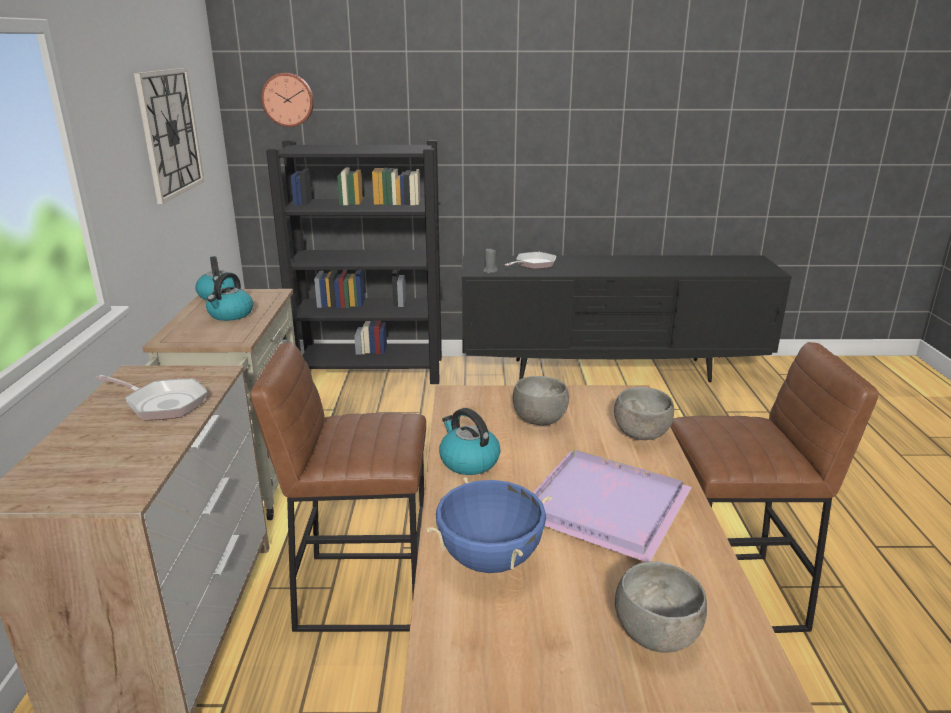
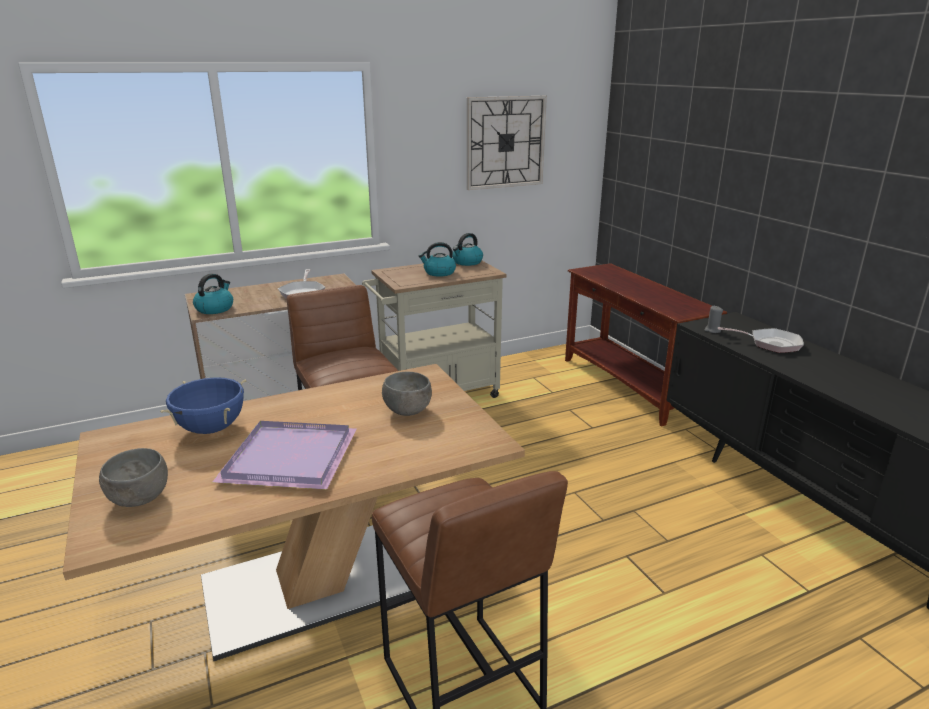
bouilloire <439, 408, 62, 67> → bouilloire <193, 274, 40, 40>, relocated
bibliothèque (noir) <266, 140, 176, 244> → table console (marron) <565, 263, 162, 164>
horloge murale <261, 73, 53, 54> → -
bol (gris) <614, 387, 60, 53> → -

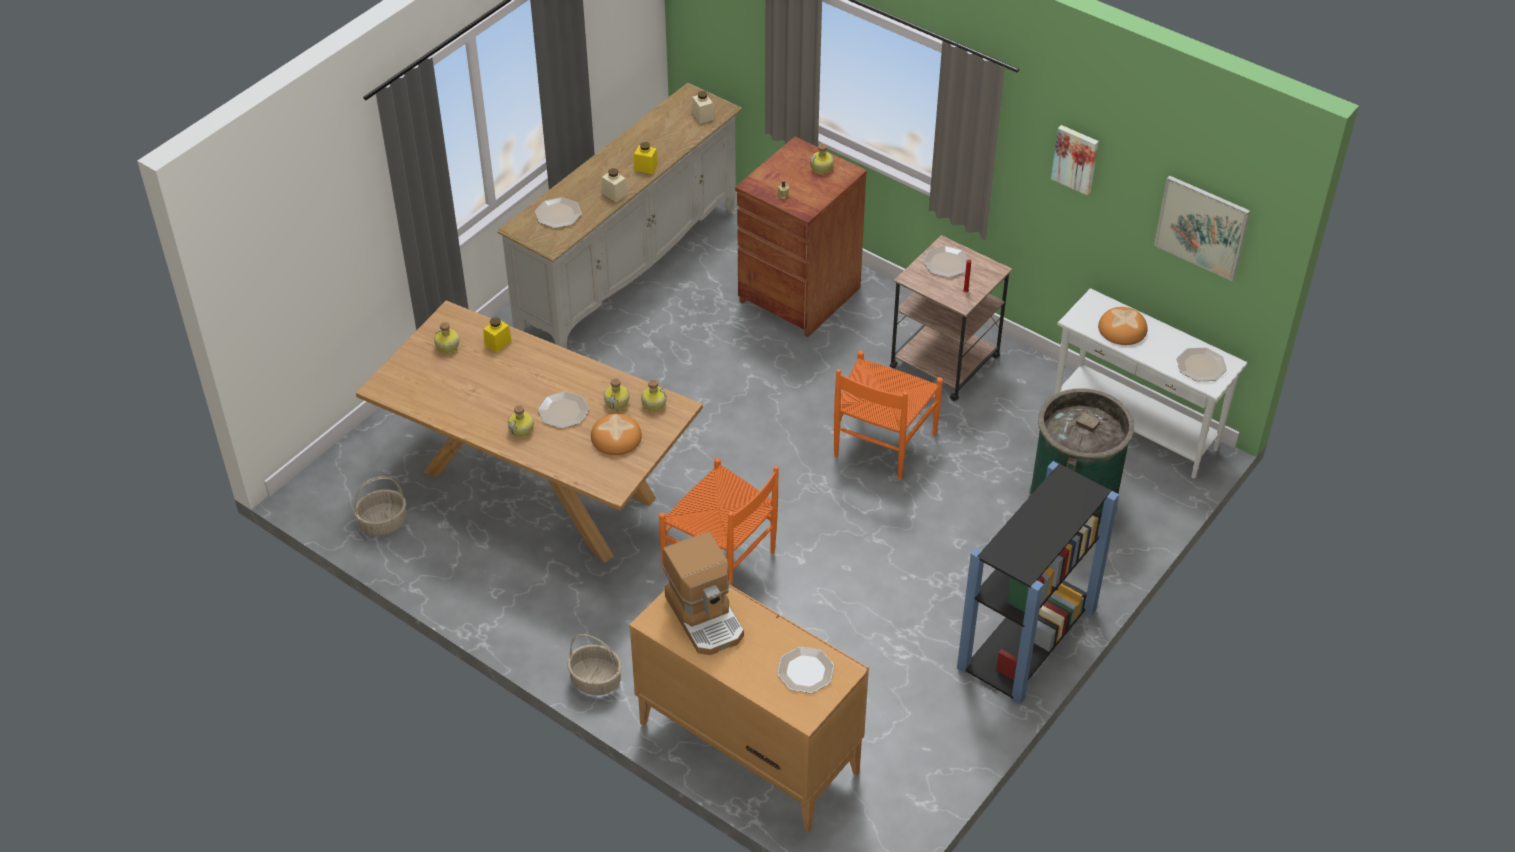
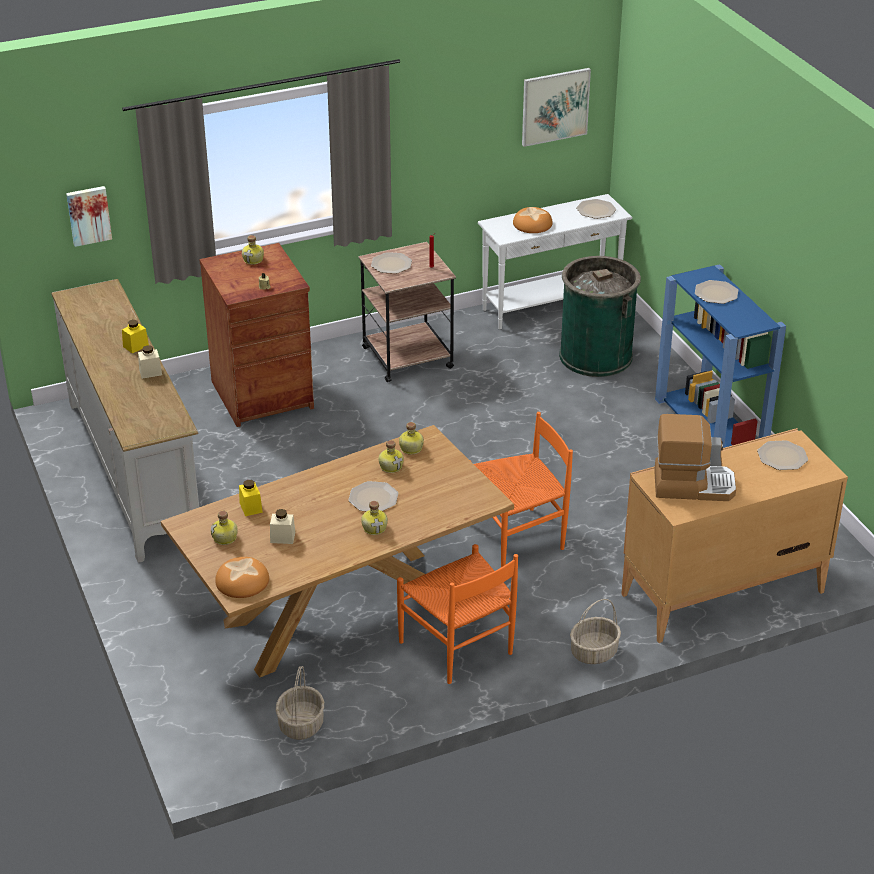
tableau <1051, 125, 48, 70> → tableau <66, 186, 46, 61>, relocated
pain <591, 413, 51, 42> → pain <215, 557, 54, 41>, relocated
bocal (beige) <692, 91, 22, 33> → bocal (beige) <270, 509, 26, 35>, relocated
chaise (orange) <834, 351, 109, 129> → chaise (orange) <397, 544, 121, 140>, relocated
bibliothèque (noir) <957, 461, 162, 244> → bibliothèque (bleu) <655, 264, 131, 184>
assiette <535, 197, 47, 31> → assiette <695, 280, 43, 24>, relocated

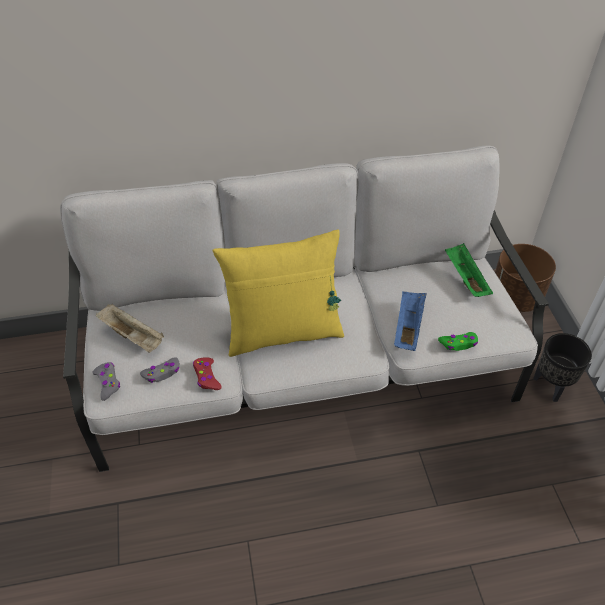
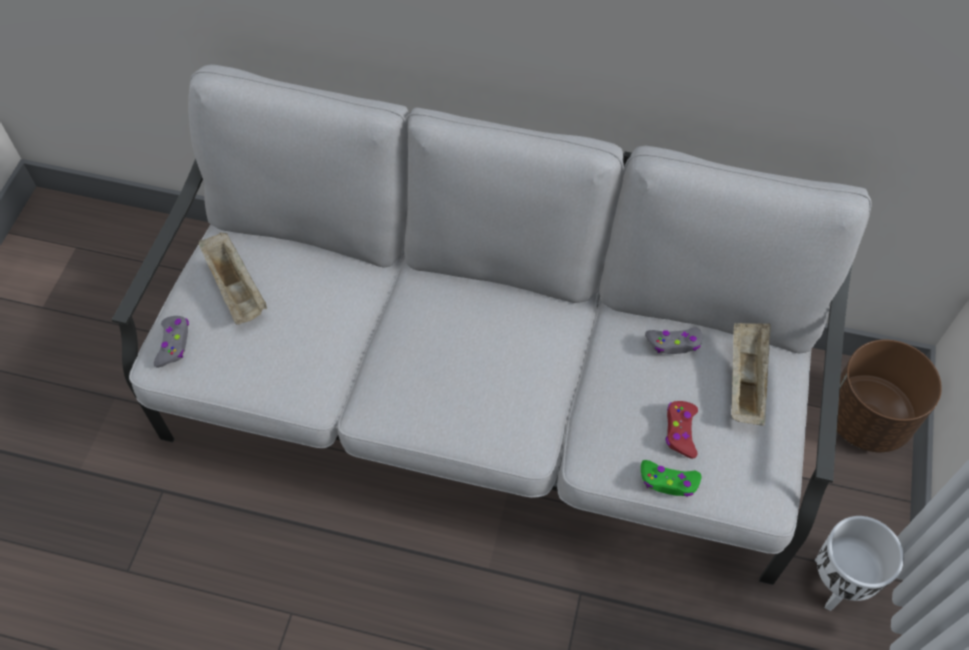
manette (gris) <140, 357, 40, 26> → manette (gris) <645, 327, 57, 27>, relocated
manette (rouge) <193, 357, 29, 33> → manette (rouge) <666, 401, 32, 58>, relocated
plateau (vert) <445, 243, 48, 54> → plateau (beige) <732, 323, 39, 103>
cache-pot (noir) <533, 333, 59, 69> → cache-pot (blanc) <815, 516, 89, 95>
coussin (jaune) <213, 229, 131, 128> → -
plateau (bleu) <394, 291, 32, 60> → -

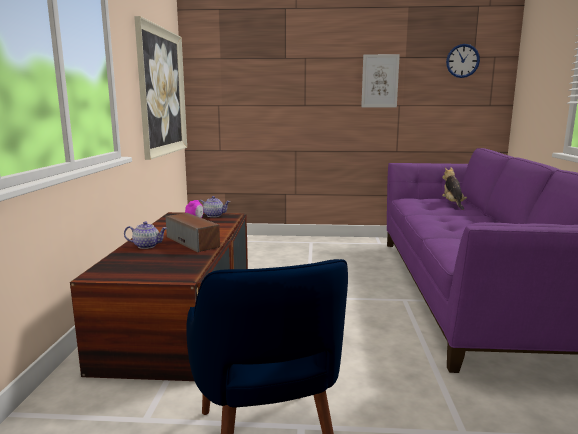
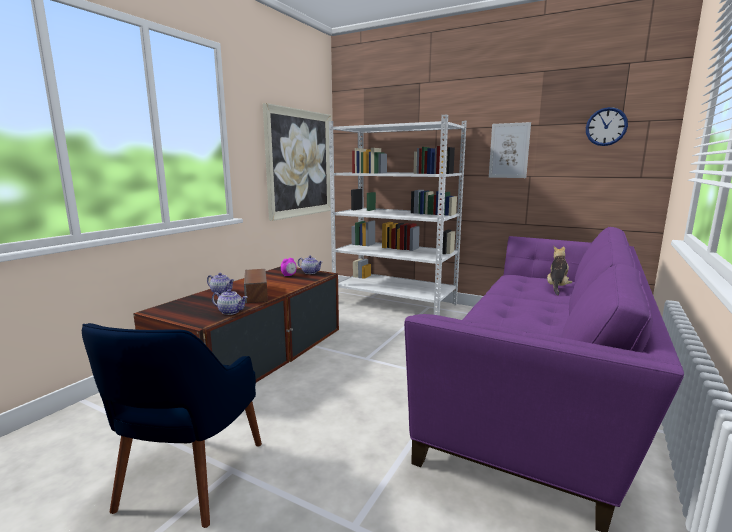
- → théière <212, 289, 35, 26>
- → bibliothèque (blanc) <329, 115, 138, 201>

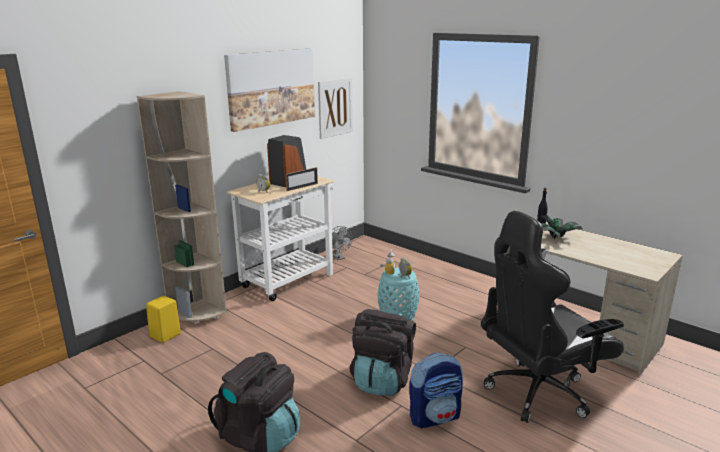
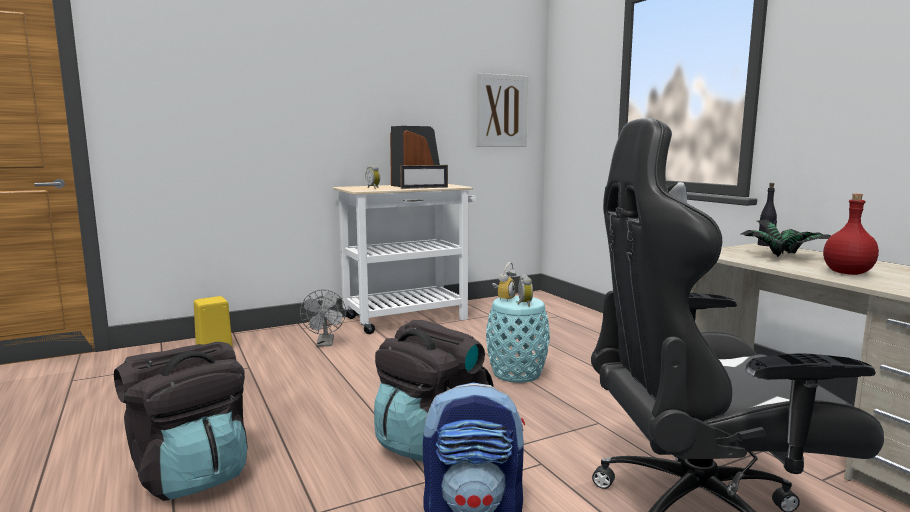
ventilateur (gris) <332, 226, 20, 34> → ventilateur (gris) <300, 289, 46, 58>, relocated
- → bouteille (rouge) <823, 194, 56, 81>
bibliothèque (beige) <137, 91, 90, 233> → -
tableau <224, 49, 91, 83> → -

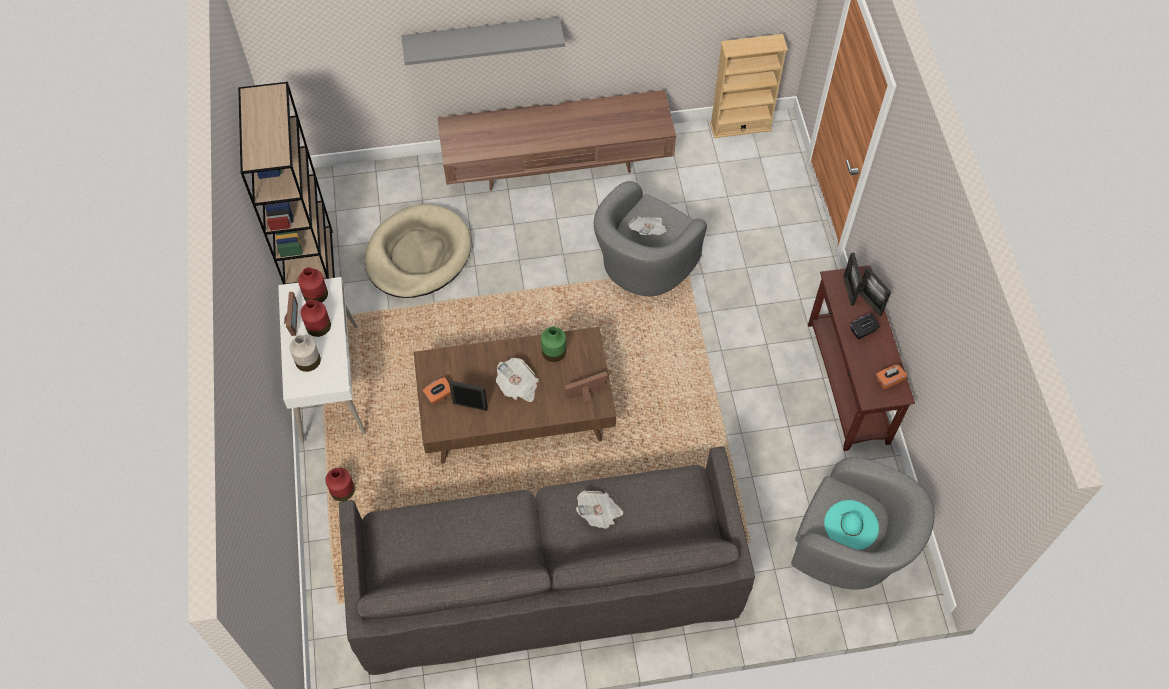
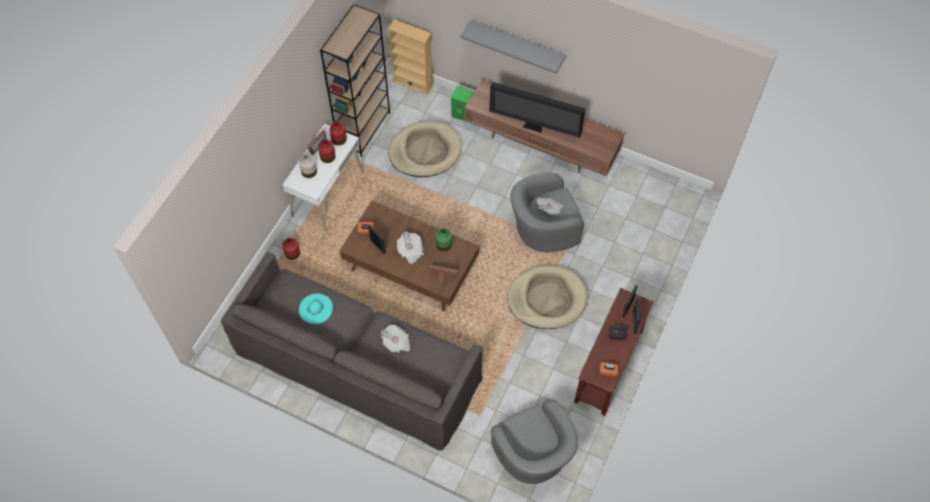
chapeau (turquoise) <824, 500, 55, 50> → chapeau (turquoise) <299, 293, 34, 31>, relocated
bibliothèque (beige) <710, 34, 78, 104> → bibliothèque (beige) <388, 19, 45, 76>, relocated
- → enceinte (vert) <451, 86, 22, 36>
- → téléviseur <490, 82, 96, 56>
- → panier pour chien (beige) <507, 265, 81, 64>

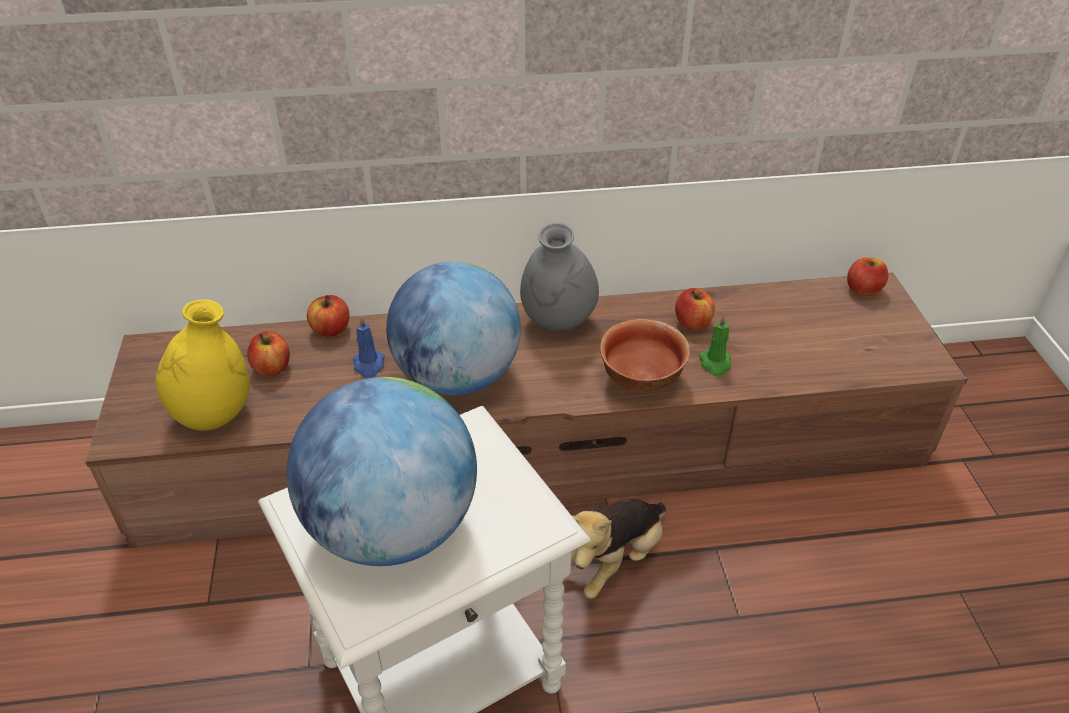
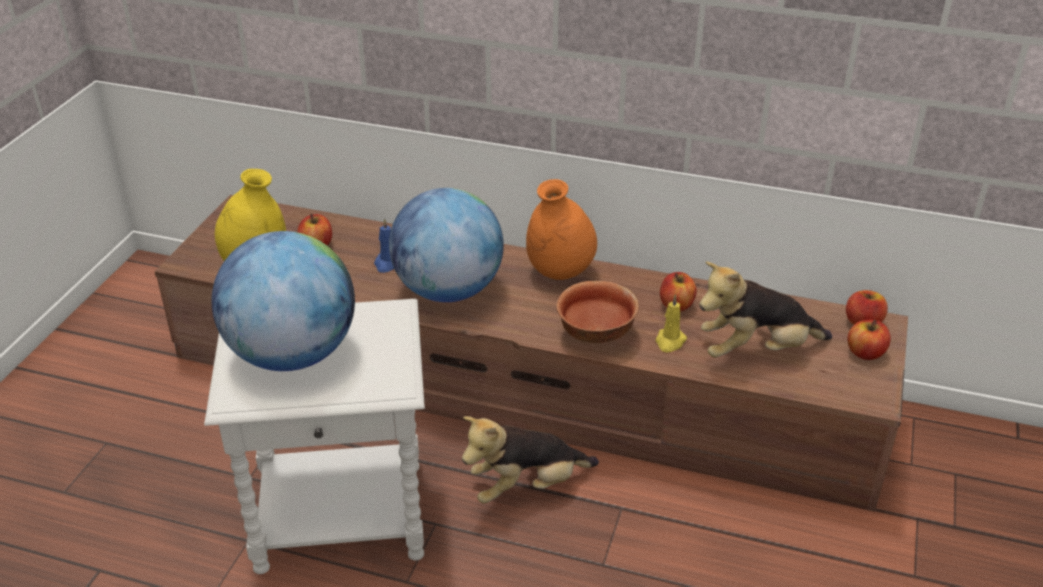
vase (gris) <520, 223, 79, 108> → vase (orange) <526, 179, 71, 101>
bougie (vert) <699, 315, 32, 62> → bougie (jaune) <656, 294, 31, 59>
- → peluche <699, 262, 133, 95>
pomme <307, 295, 43, 42> → pomme <847, 319, 44, 41>, relocated

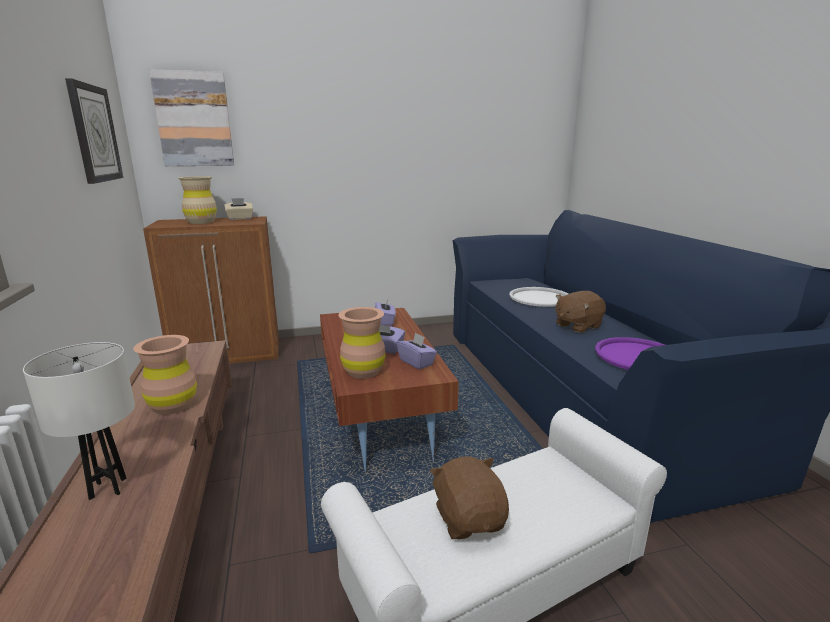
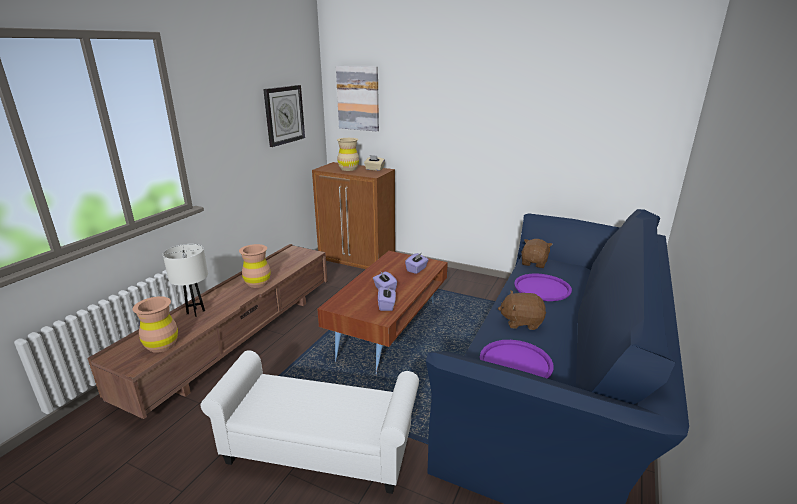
vase (marron) <339, 307, 47, 72> → vase (marron) <132, 296, 46, 57>, relocated
plateau (blanc) <509, 287, 59, 20> → plateau (violet) <514, 273, 58, 28>
peluche (marron) <430, 456, 79, 83> → peluche (marron) <521, 239, 32, 29>, relocated

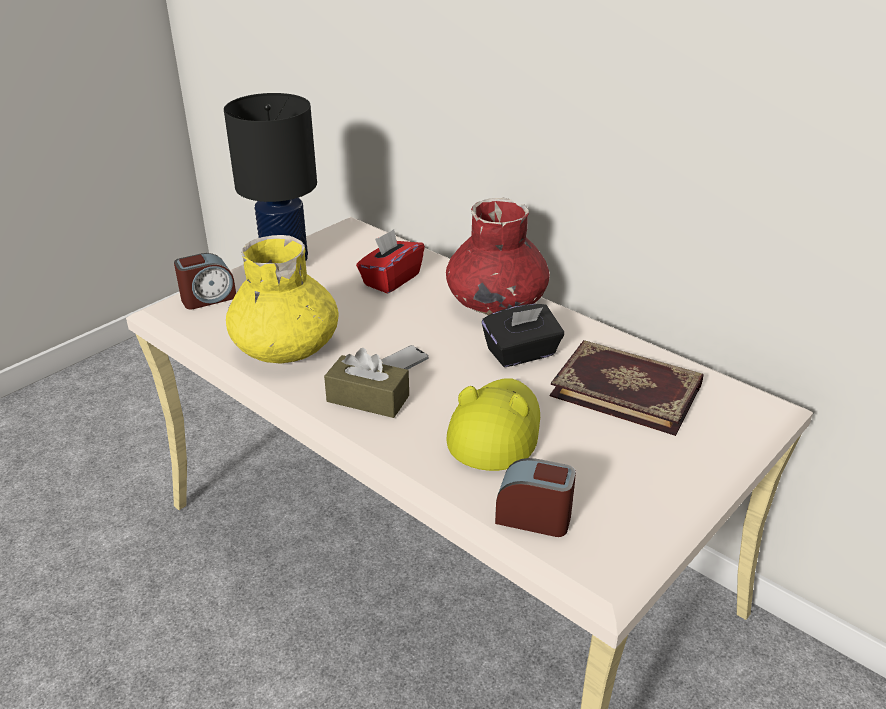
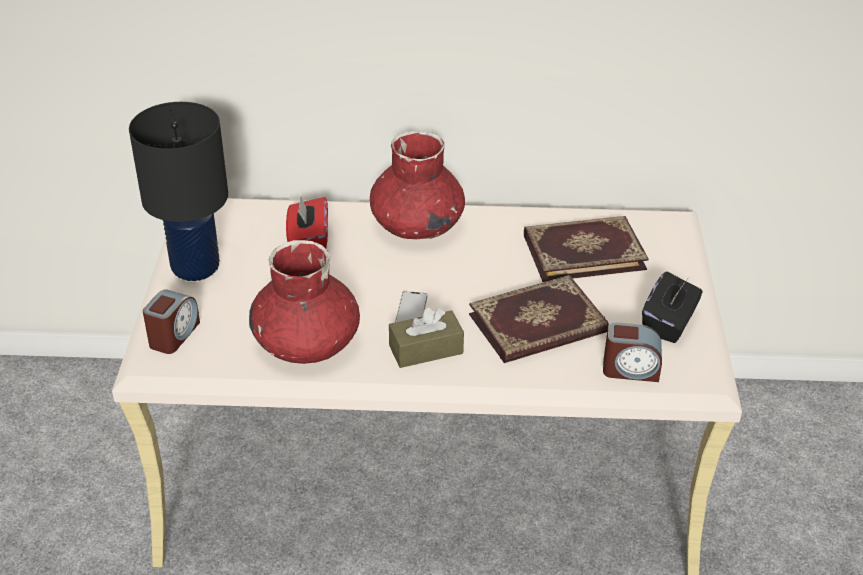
vase (jaune) <226, 235, 113, 129> → vase (rouge) <249, 240, 111, 124>
chapeau (jaune) <446, 378, 94, 93> → livre <469, 275, 140, 88>
réveil <495, 458, 81, 79> → réveil <603, 322, 59, 60>, 150 degrees counterclockwise
boîte à mouchoirs (noir) <482, 304, 82, 63> → boîte à mouchoirs (noir) <642, 272, 60, 71>, relocated

